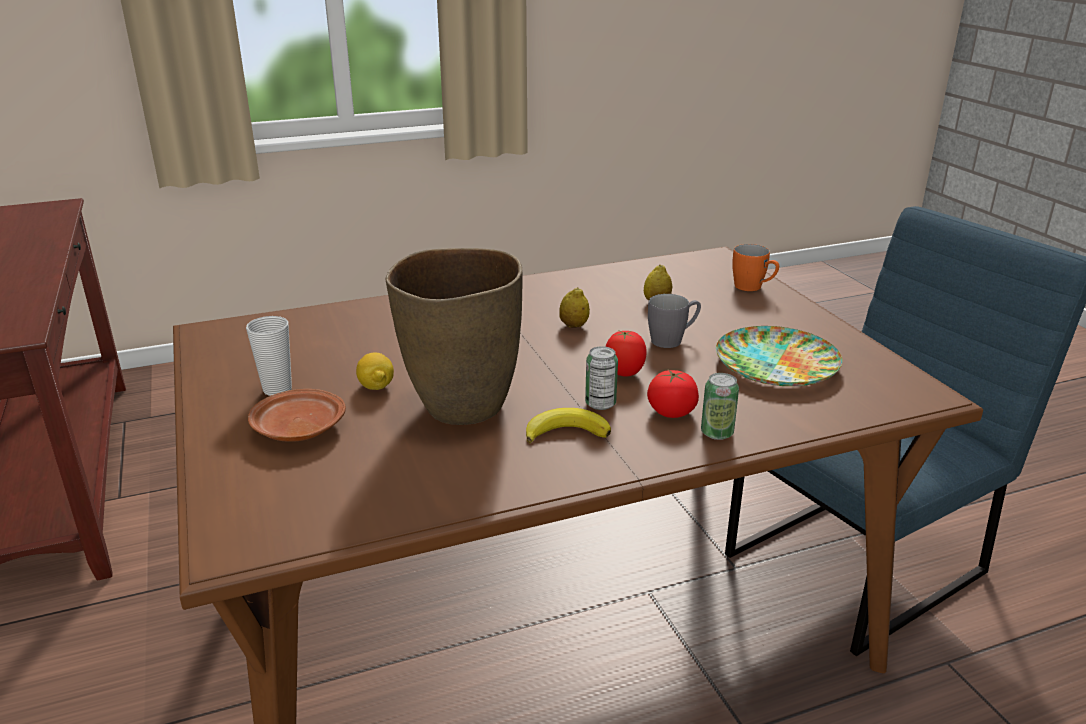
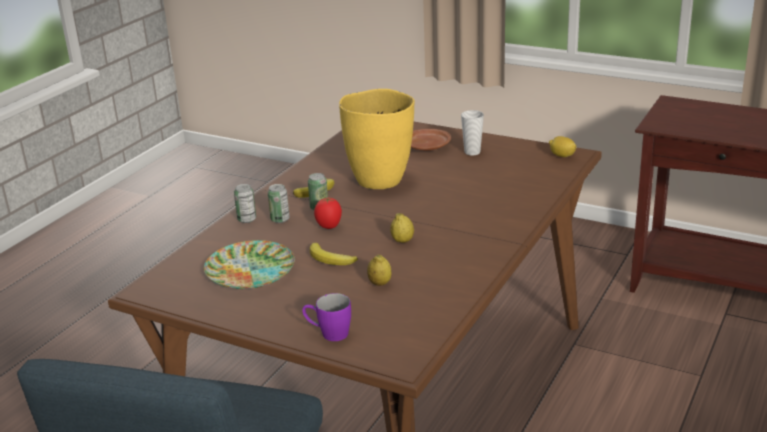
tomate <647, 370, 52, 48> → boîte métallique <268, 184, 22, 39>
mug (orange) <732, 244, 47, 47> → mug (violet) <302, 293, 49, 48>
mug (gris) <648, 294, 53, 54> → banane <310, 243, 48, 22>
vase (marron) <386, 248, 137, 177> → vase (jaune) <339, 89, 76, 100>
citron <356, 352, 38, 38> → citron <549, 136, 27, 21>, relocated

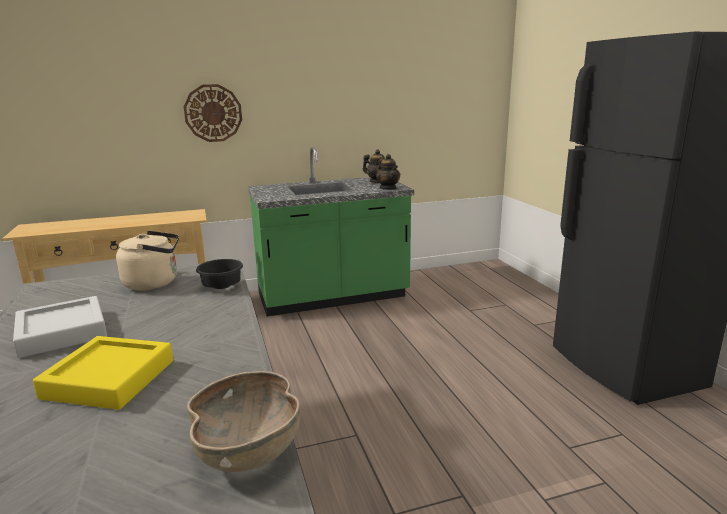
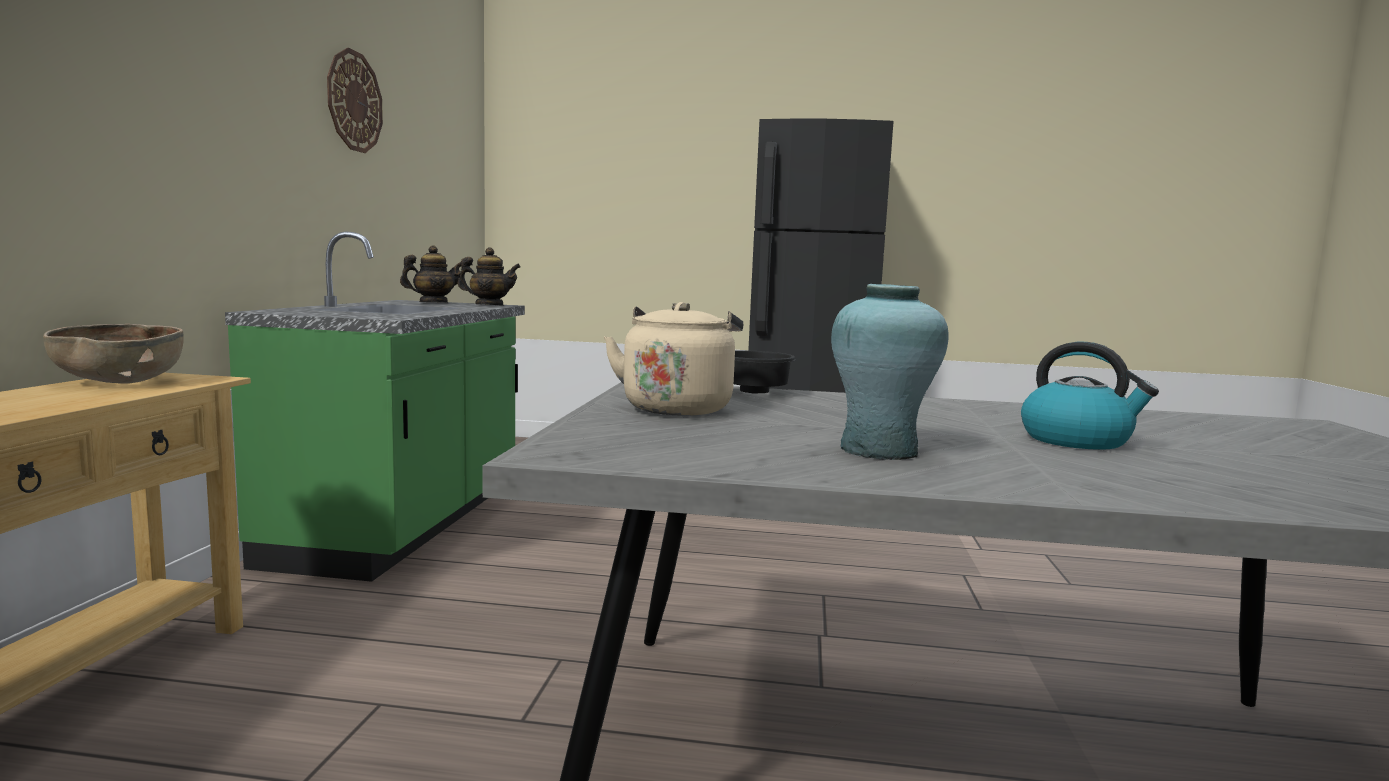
bol (marron) <187, 371, 113, 101> → bol (marron) <43, 324, 141, 60>, relocated
horloge murale <184, 84, 58, 58> → horloge murale <327, 48, 56, 105>, relocated
plateau (gris) <13, 296, 94, 62> → vase (turquoise) <831, 284, 118, 176>
plateau (jaune) <33, 336, 140, 74> → bouilloire <1021, 342, 138, 108>

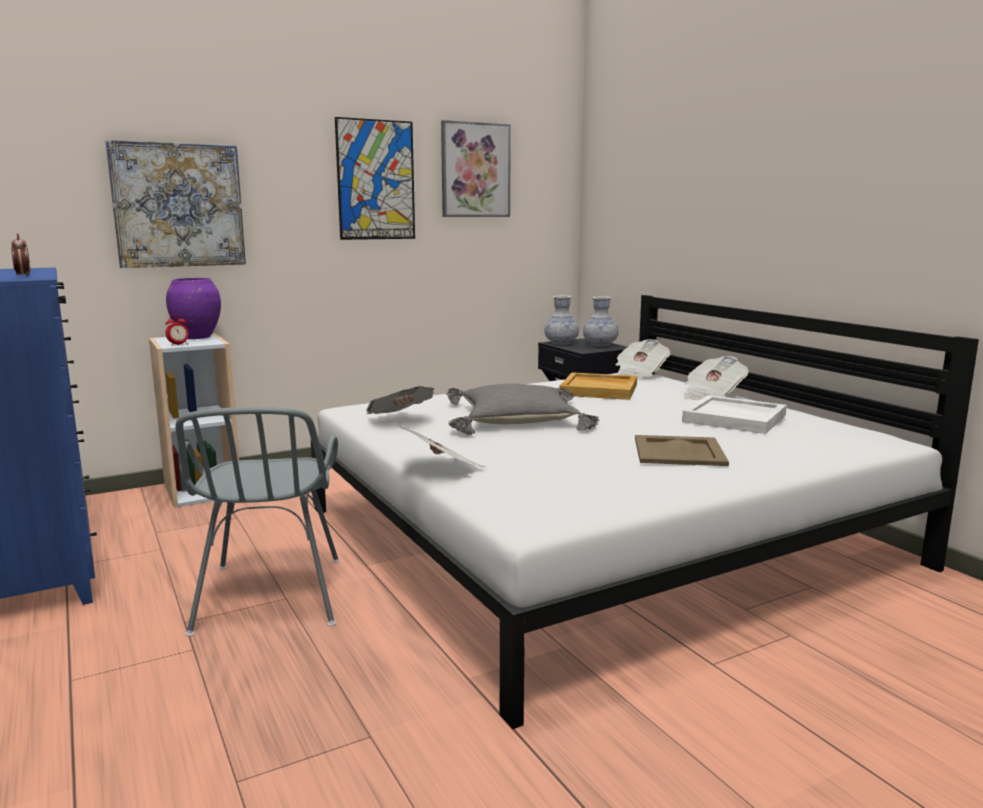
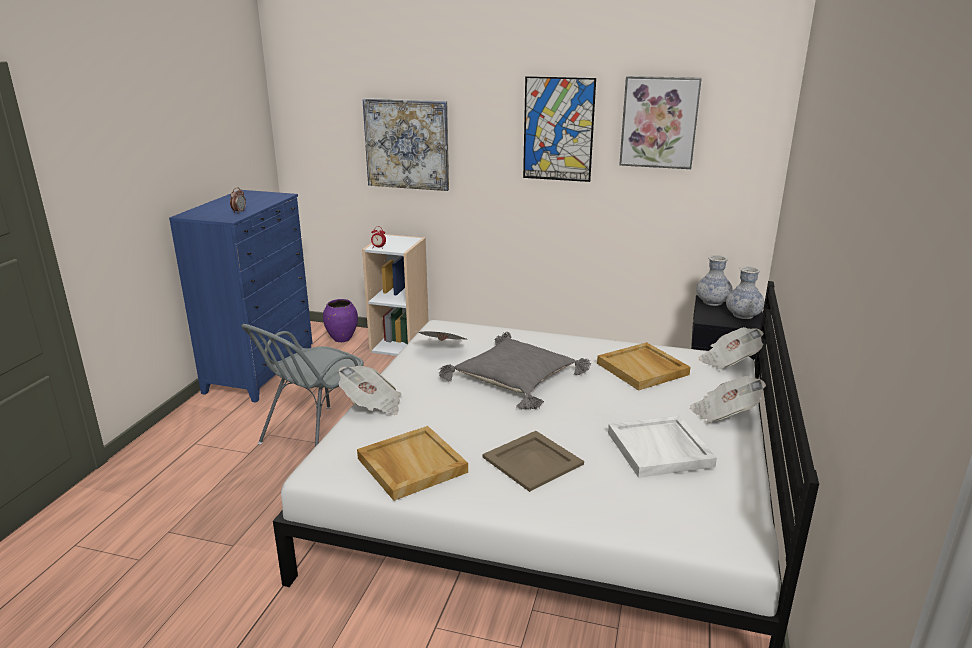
vase (violet) <166, 278, 55, 61> → vase (violet) <323, 299, 35, 43>, relocated
- → plateau (beige) <357, 426, 111, 75>

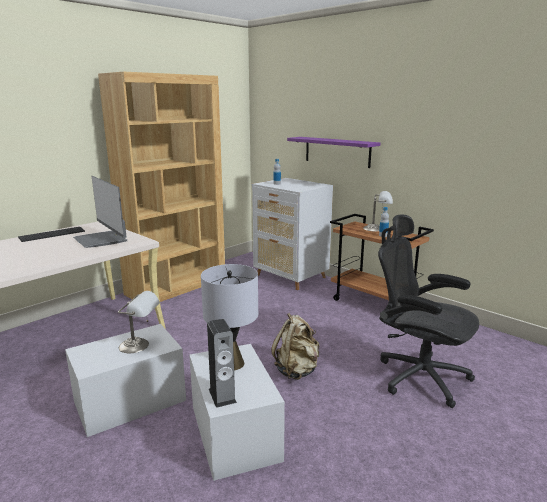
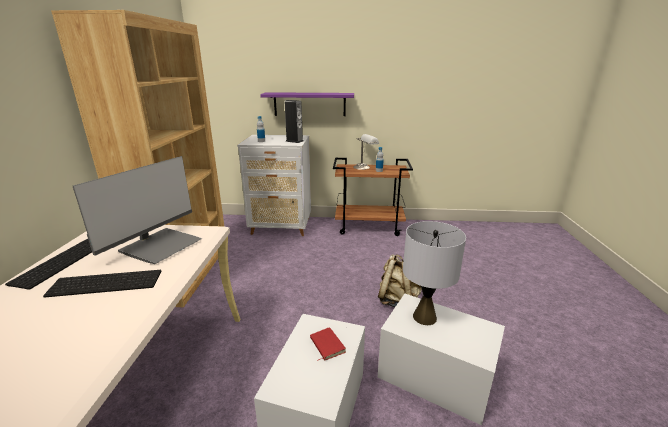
- → clavier <43, 270, 118, 28>
écran d'ordinateur <73, 176, 54, 72> → écran d'ordinateur <73, 156, 129, 108>, 75 degrees counterclockwise
enceinte <207, 319, 30, 89> → enceinte <285, 100, 19, 43>, relocated
lampe de table (blanc) <118, 291, 42, 62> → livre (rouge) <310, 327, 36, 34>
chaise de bureau <378, 215, 101, 193> → -

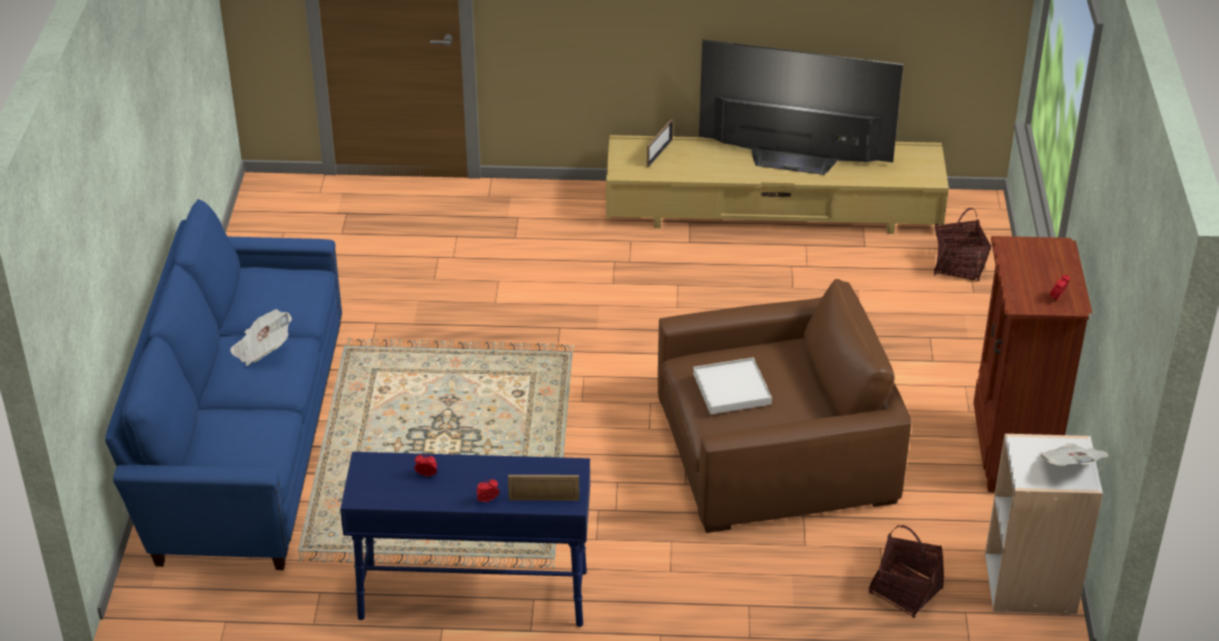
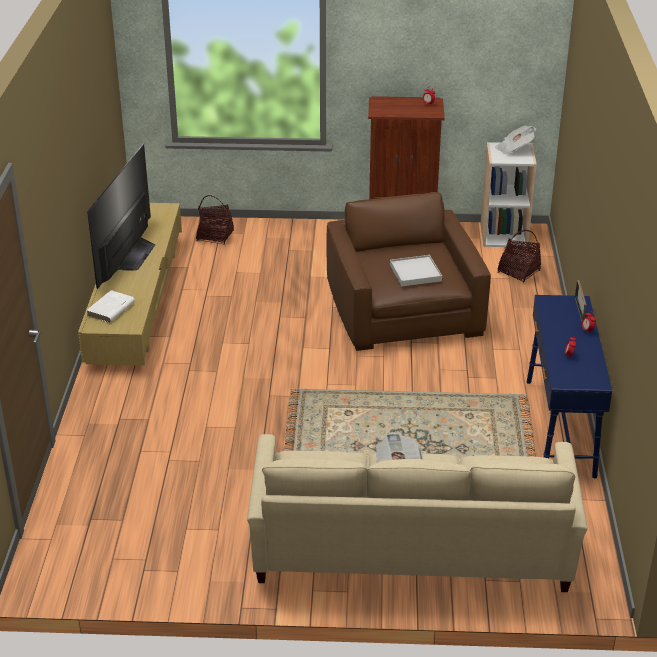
cadre photo <647, 119, 26, 48> → livre (blanc) <86, 290, 49, 33>
canapé (bleu) <105, 199, 237, 371> → canapé (beige) <247, 434, 340, 158>

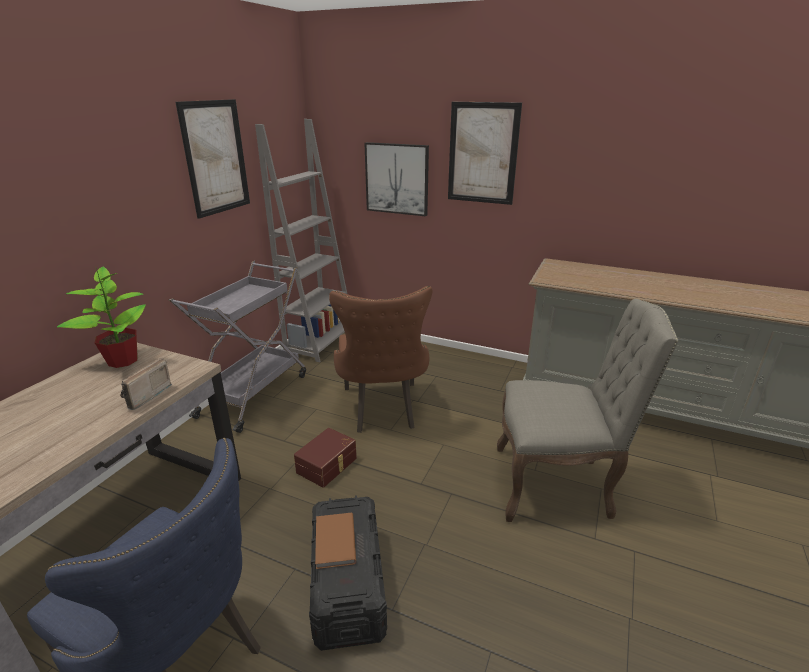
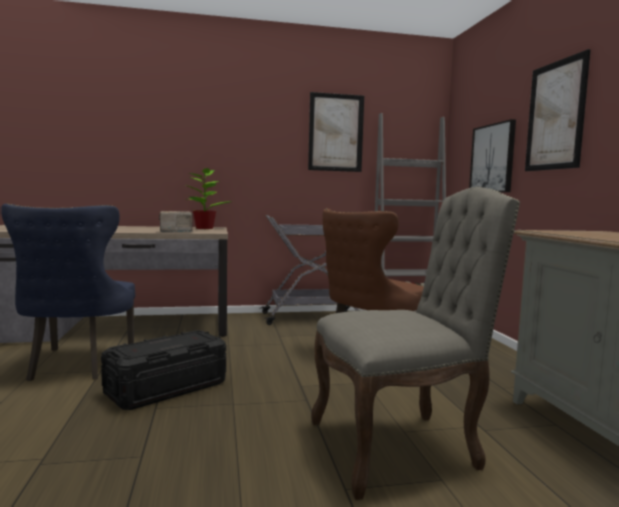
chaise (gris) <497, 299, 182, 223> → chaise (gris) <311, 187, 209, 313>, 75 degrees counterclockwise
boîte de rangement (marron) <294, 428, 63, 60> → -
livre (marron) <315, 513, 41, 56> → -

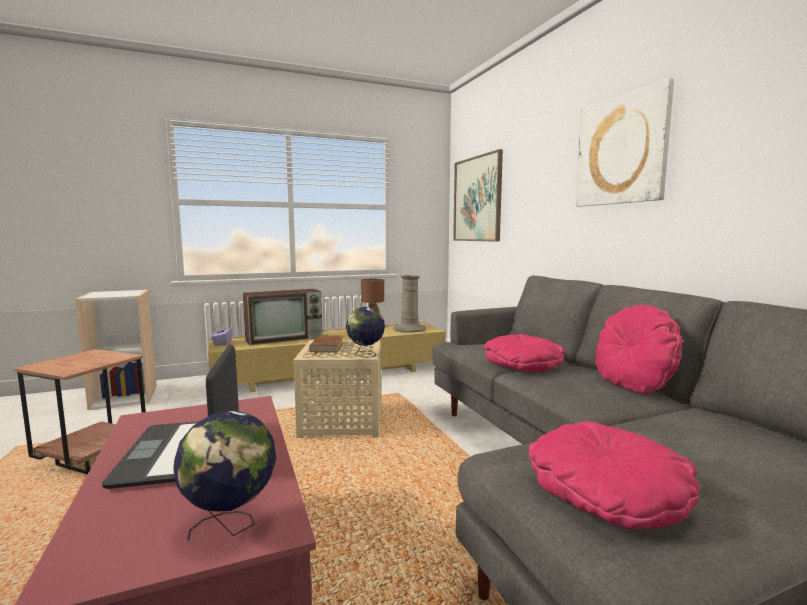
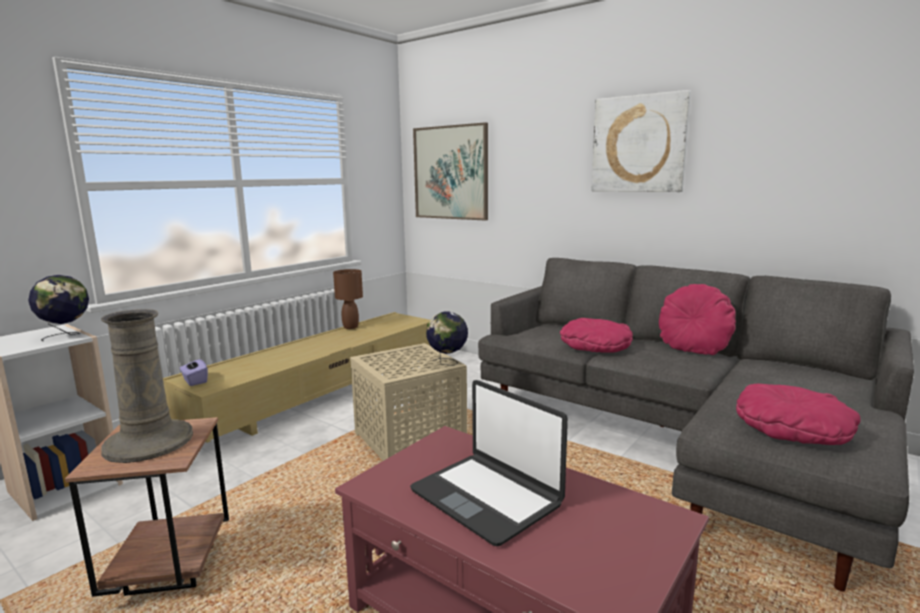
globe <173, 411, 103, 130> → globe <28, 275, 61, 66>, relocated
vase (beige) <393, 275, 33, 58> → vase (beige) <101, 309, 92, 154>, relocated
téléviseur <243, 289, 79, 56> → -
livre (marron) <309, 336, 35, 18> → -

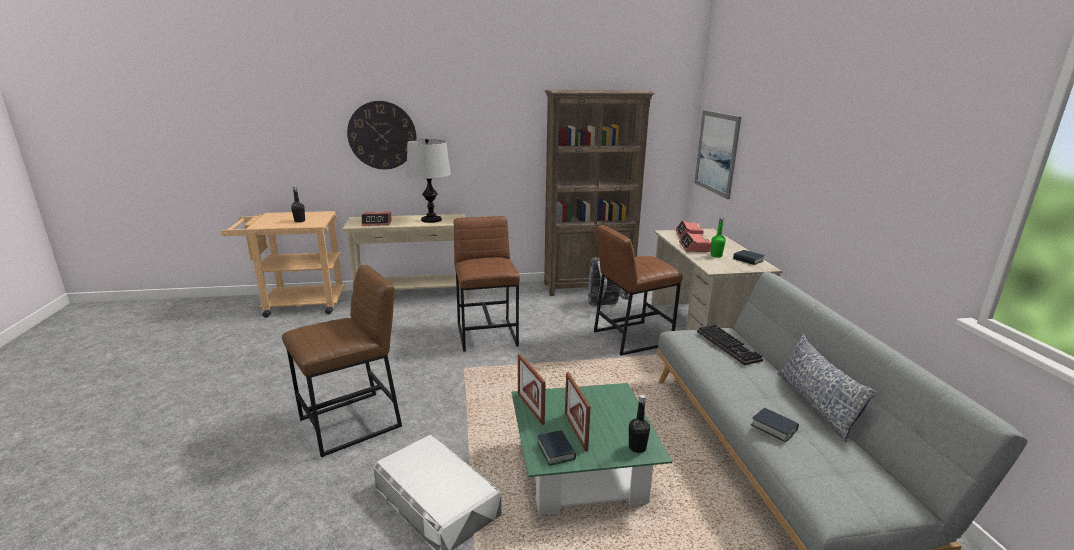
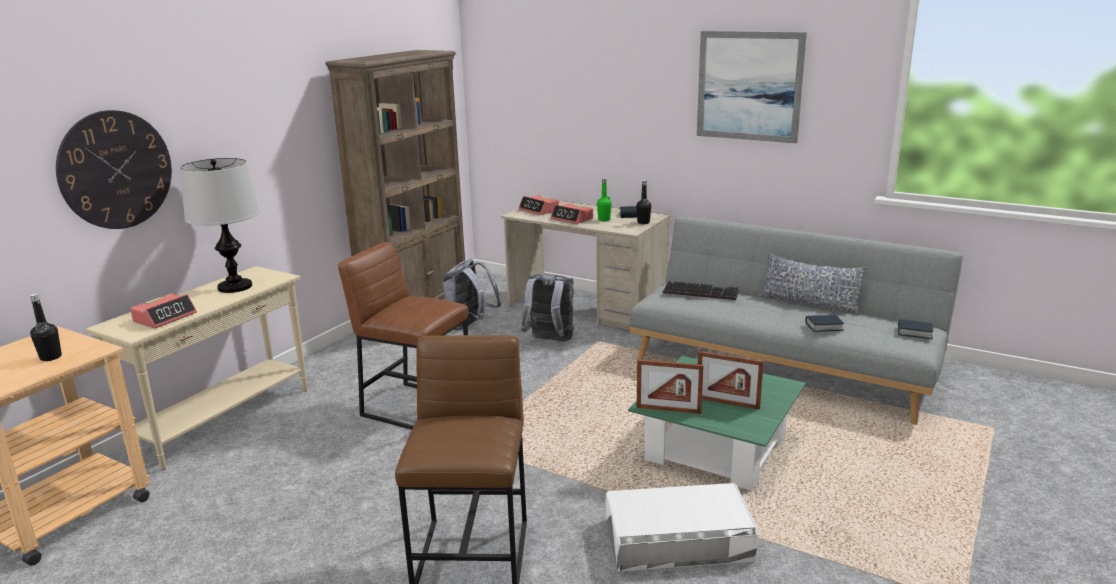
chaise (marron) <594, 225, 89, 130> → sac à dos (gris) <521, 274, 53, 67>
bouteille (noir) <629, 395, 21, 58> → bouteille (noir) <636, 180, 15, 44>, relocated
tableau <694, 110, 47, 89> → tableau <697, 31, 110, 112>, relocated
livre <537, 430, 39, 36> → livre <898, 319, 35, 20>, relocated

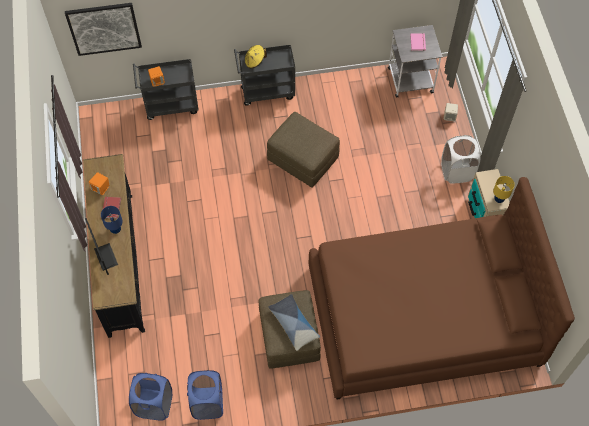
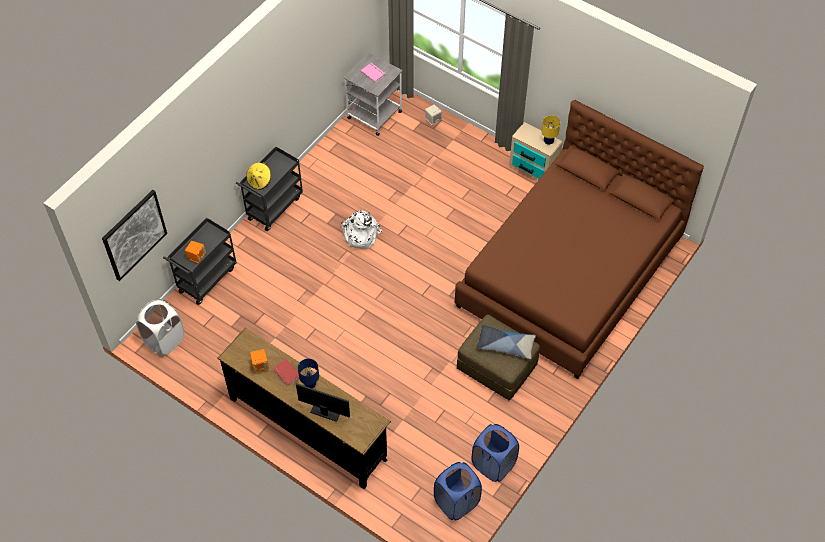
panier à linge (blanc) <441, 135, 40, 49> → panier à linge (blanc) <136, 299, 48, 57>, relocated
pouf (marron) <267, 112, 73, 75> → sac à dos (blanc) <341, 210, 41, 39>

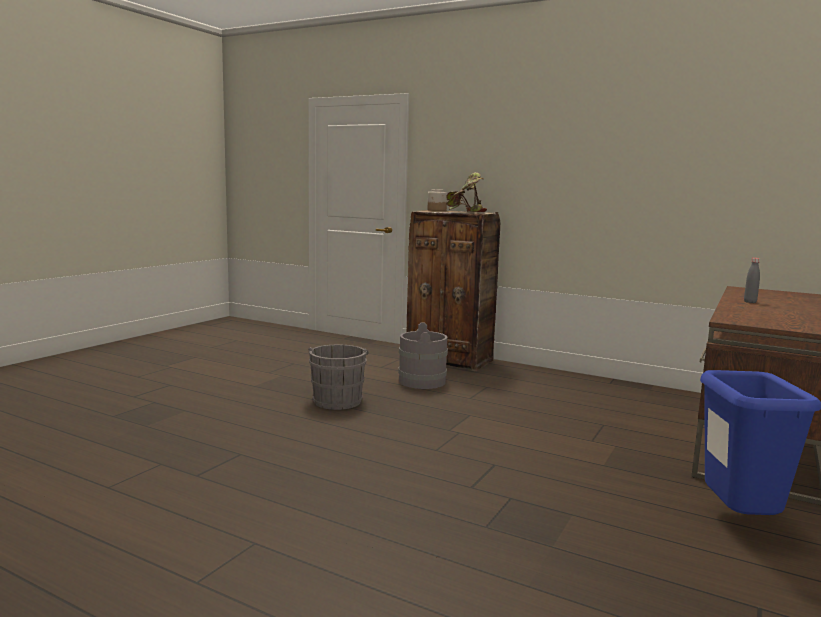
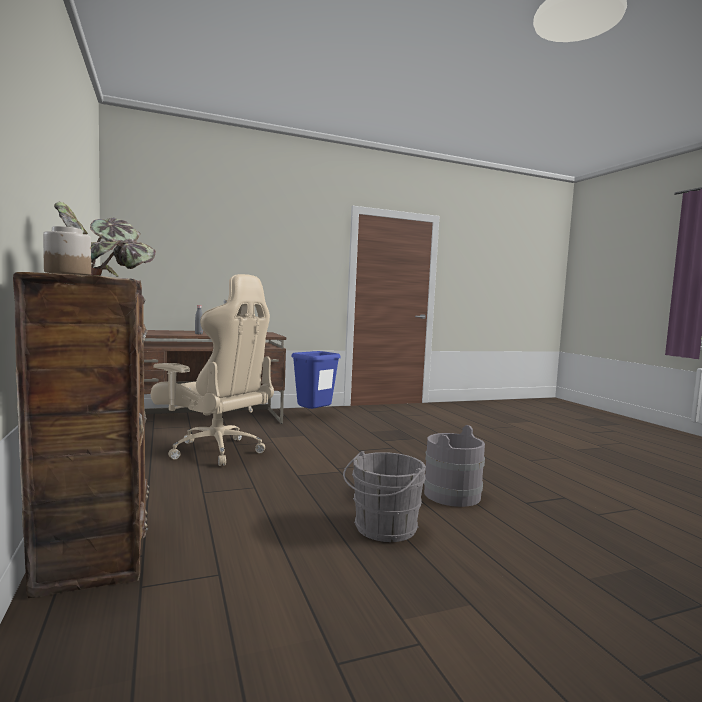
- → chaise de bureau (beige) <151, 274, 123, 192>
seau (gris) <398, 322, 50, 67> → seau (gris) <424, 425, 61, 82>, relocated

